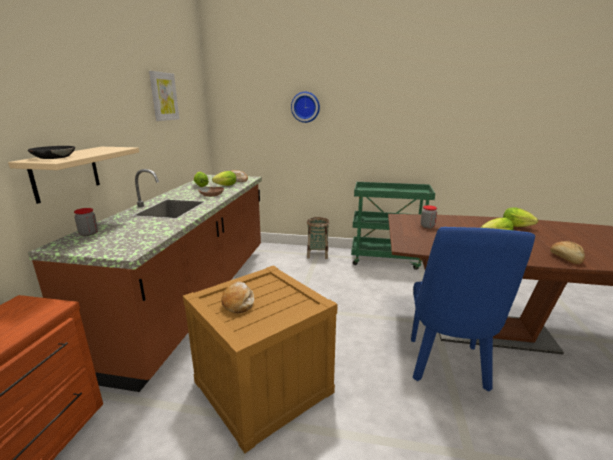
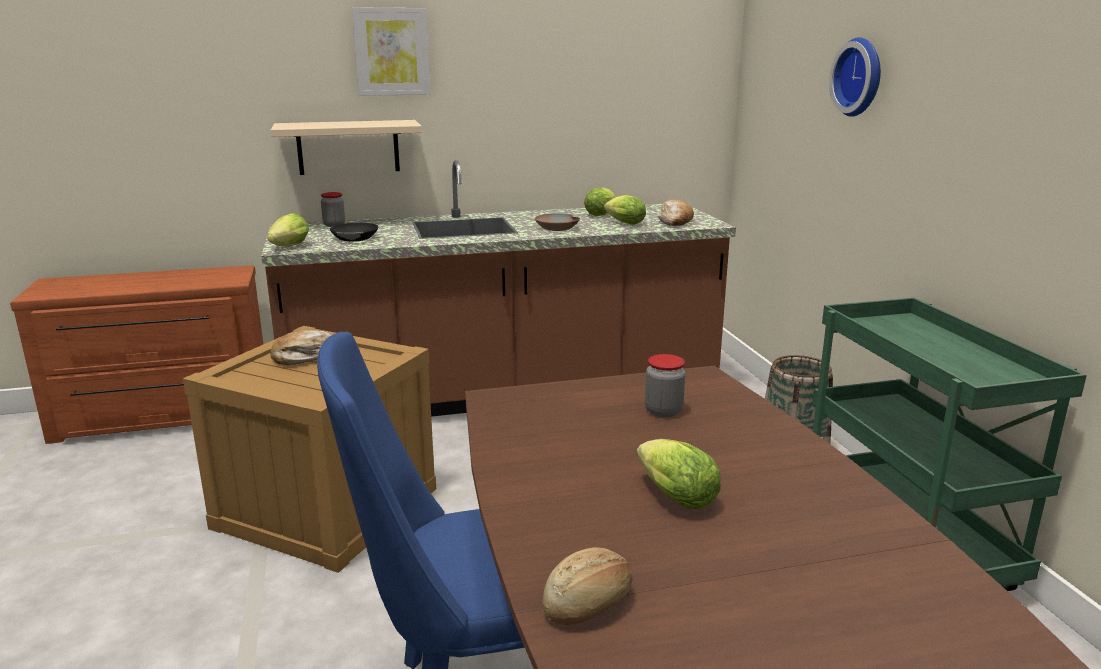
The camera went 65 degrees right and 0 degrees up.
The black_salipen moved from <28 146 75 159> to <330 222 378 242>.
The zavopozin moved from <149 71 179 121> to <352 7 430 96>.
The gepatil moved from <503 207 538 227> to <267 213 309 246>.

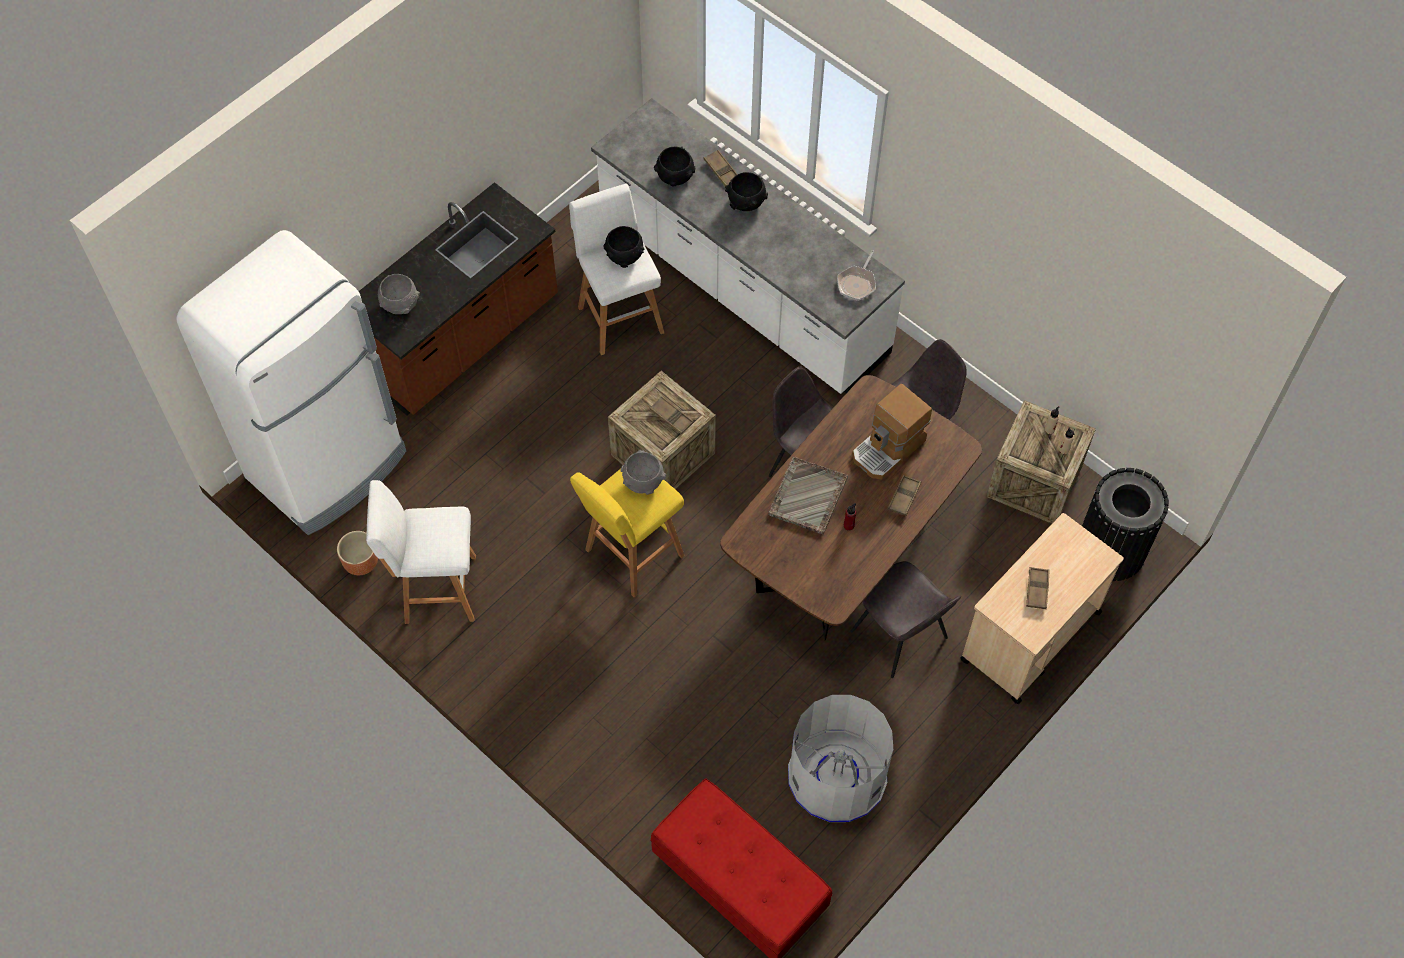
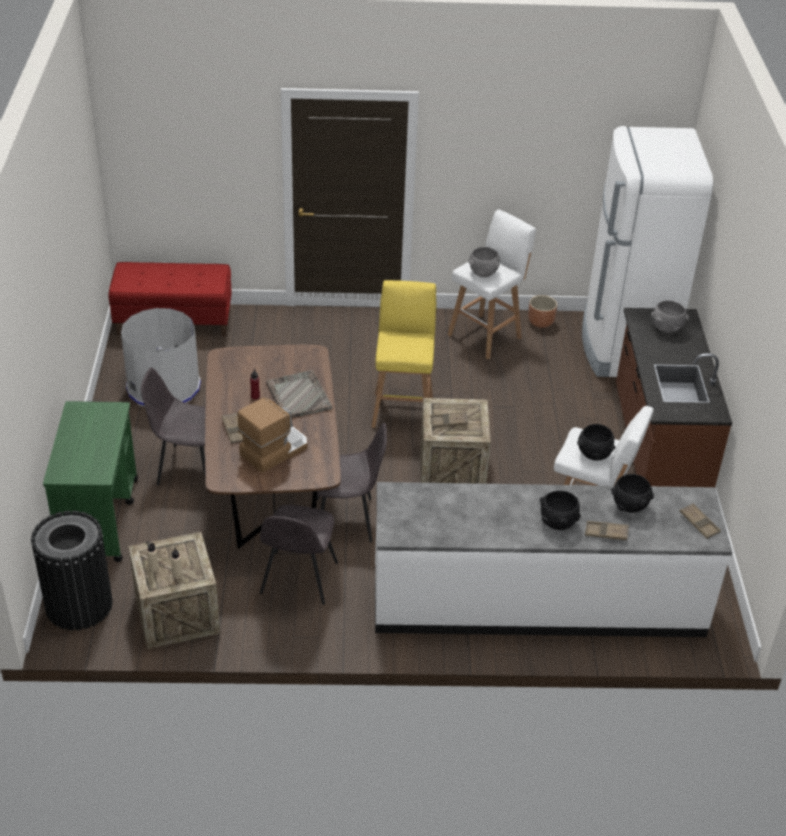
The camera went 135 degrees right and 20 degrees down.
The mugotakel at <837 250 876 301> disappeared.
The grey_salipen moved from <620 450 666 495> to <469 247 500 277>.
The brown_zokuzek moved from <1026 567 1050 609> to <679 503 721 539>.
The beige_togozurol at <960 513 1124 704> became the green_togozurol at <43 401 138 562>.
The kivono at <852 384 932 480> turned 45 degrees clockwise.

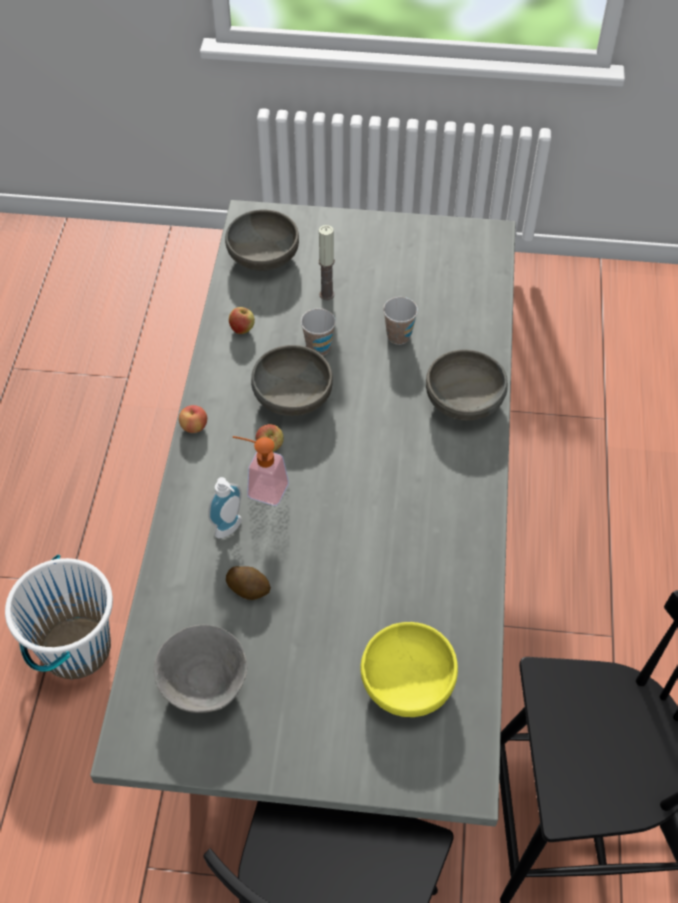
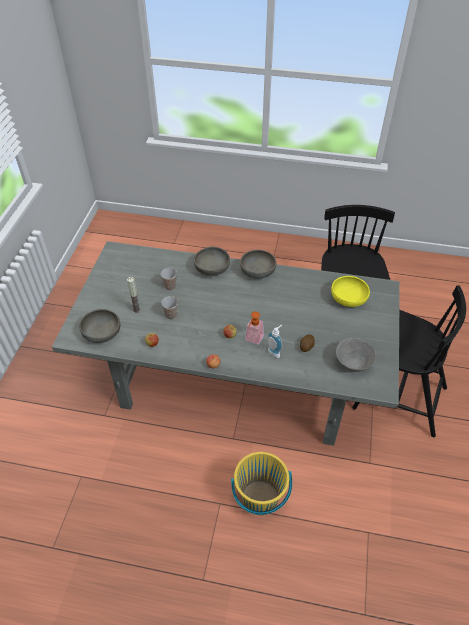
The camera went 85 degrees left and 5 degrees down.
The grey_salipen moved from <251 345 333 416> to <240 250 276 279>.
The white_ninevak at <5 555 113 679> became the yellow_ninevak at <231 452 292 515>.

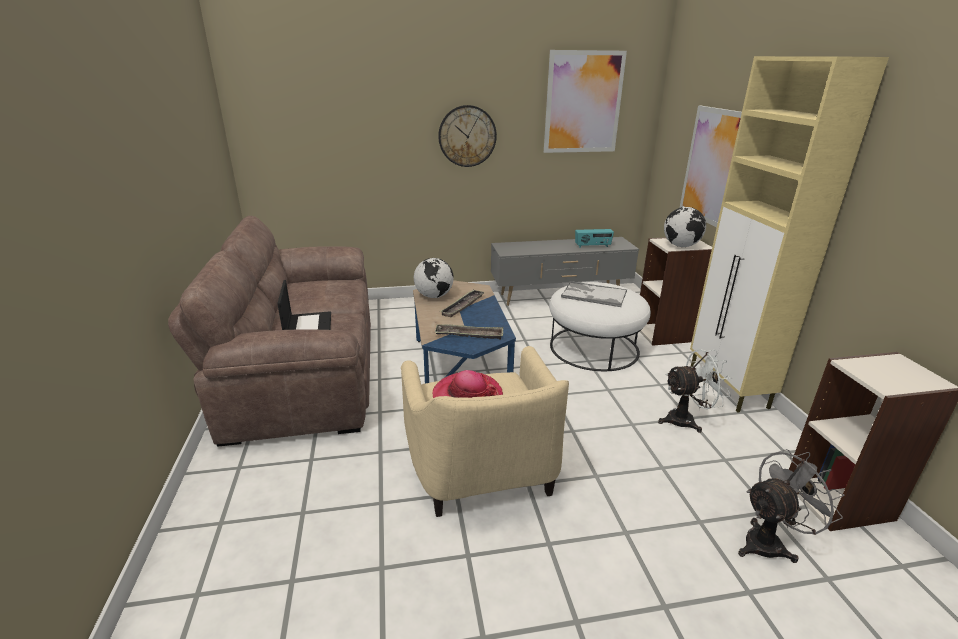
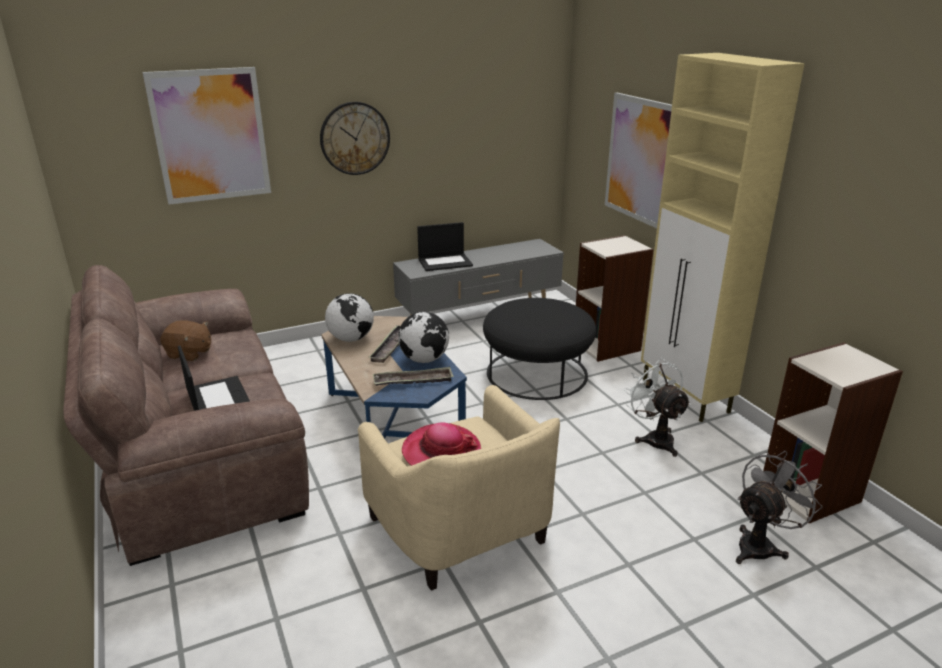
The camera went 15 degrees left and 0 degrees up.
The zokuzek at <561 281 627 307> disappeared.
The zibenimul at <575 229 614 248> disappeared.
The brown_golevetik at <161 320 211 361> appeared.
The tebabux at <417 222 473 271> appeared.
The zavopozin moved from <544 50 627 153> to <142 67 271 205>.
The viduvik moved from <664 207 706 247> to <398 312 449 363>.
The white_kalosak at <549 282 651 371> became the black_kalosak at <483 298 596 400>.
The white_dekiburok at <658 349 732 433> turned 90 degrees counterclockwise.

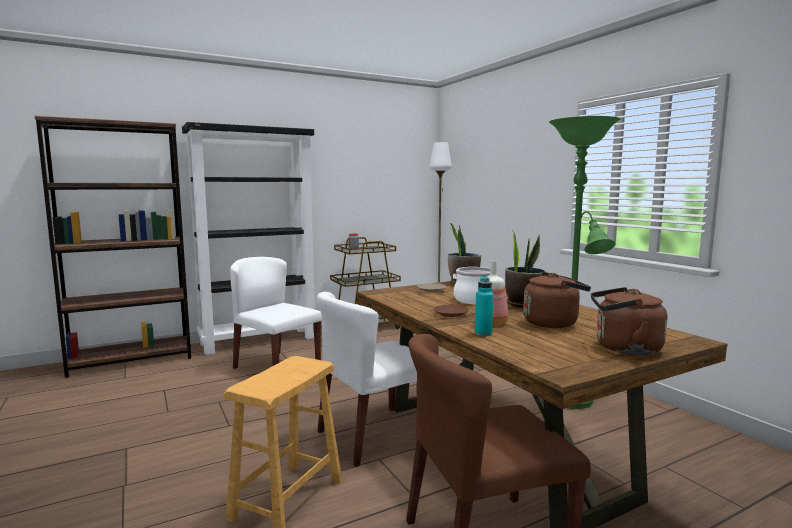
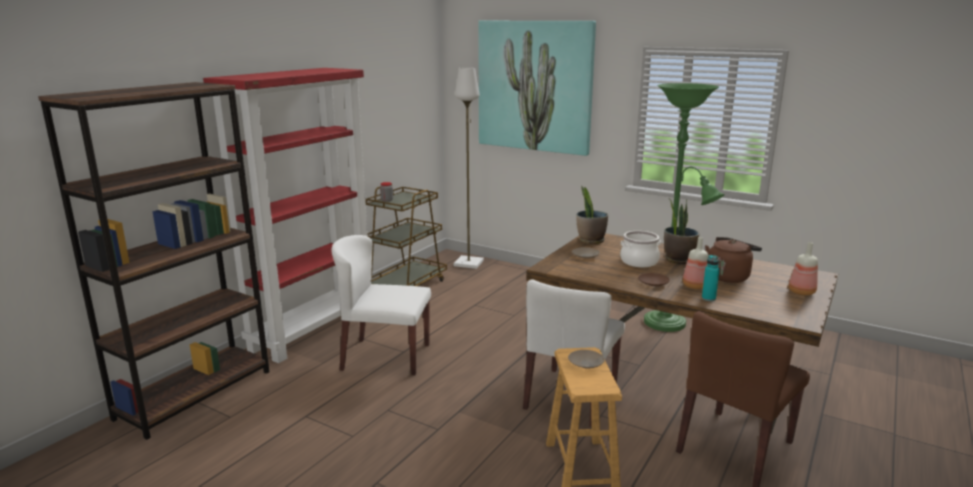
The camera went 30 degrees left and 10 degrees up.
The zavopozin at <478 21 596 156> appeared.
The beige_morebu at <568 350 605 369> appeared.
The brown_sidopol at <591 287 667 355> was replaced by the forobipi at <789 242 818 295>.
The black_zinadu at <182 122 315 355> became the red_zinadu at <203 68 368 363>.

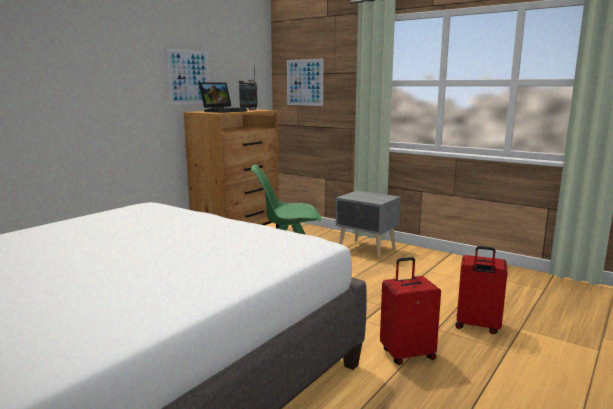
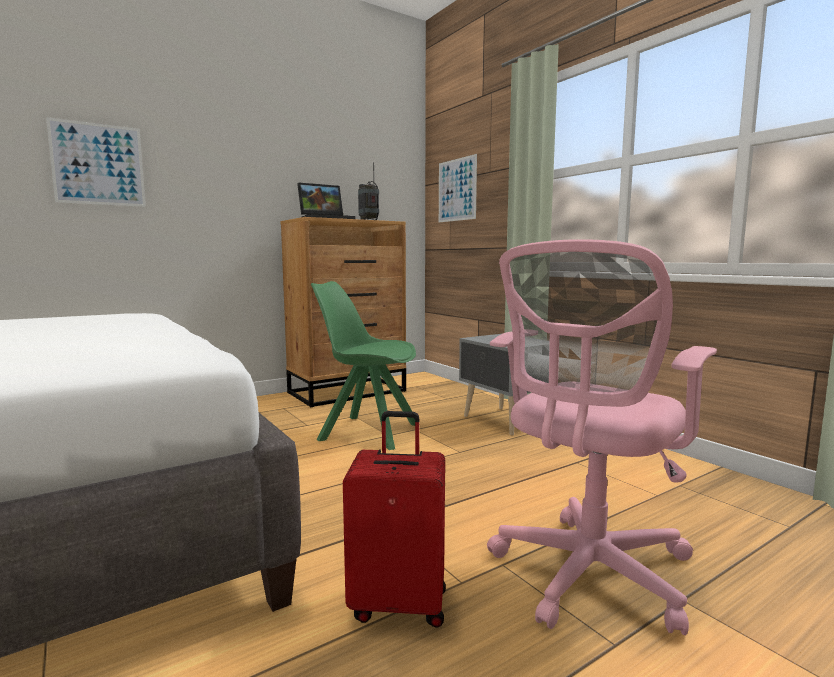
The camera went 20 degrees right and 5 degrees down.
The zavopozin moved from <166 49 209 104> to <46 117 146 207>.
The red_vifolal at <455 246 507 334> was replaced by the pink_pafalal at <487 239 717 635>.

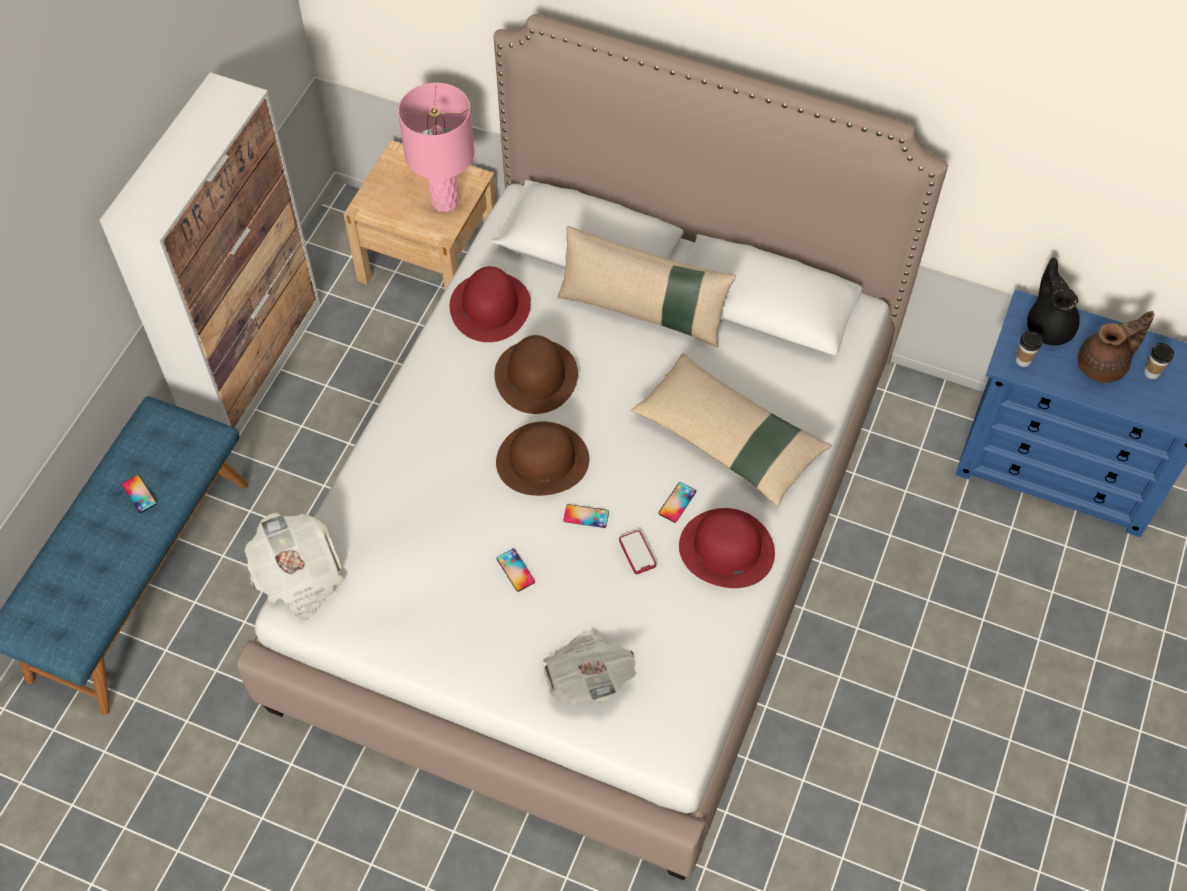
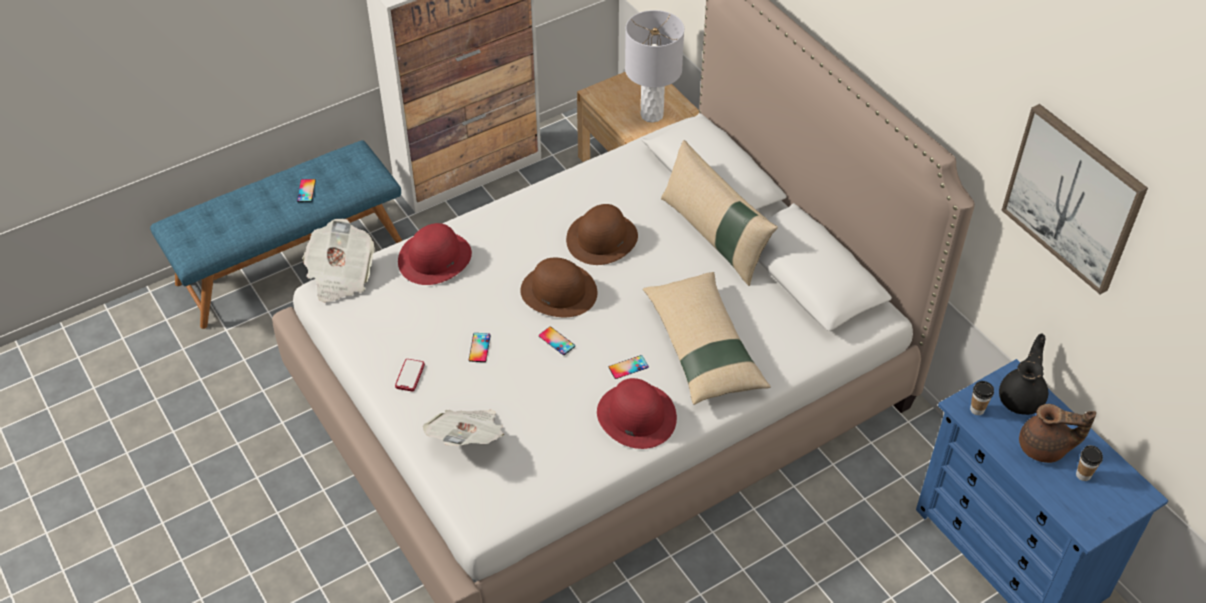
The camera went 35 degrees right and 10 degrees down.
The zavopozin at <1001 104 1148 294> appeared.
The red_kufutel moved from <450 266 531 342> to <398 223 472 285>.
The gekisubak moved from <619 530 656 574> to <395 359 425 392>.
The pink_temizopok at <398 83 474 212> became the grey_temizopok at <625 10 684 123>.

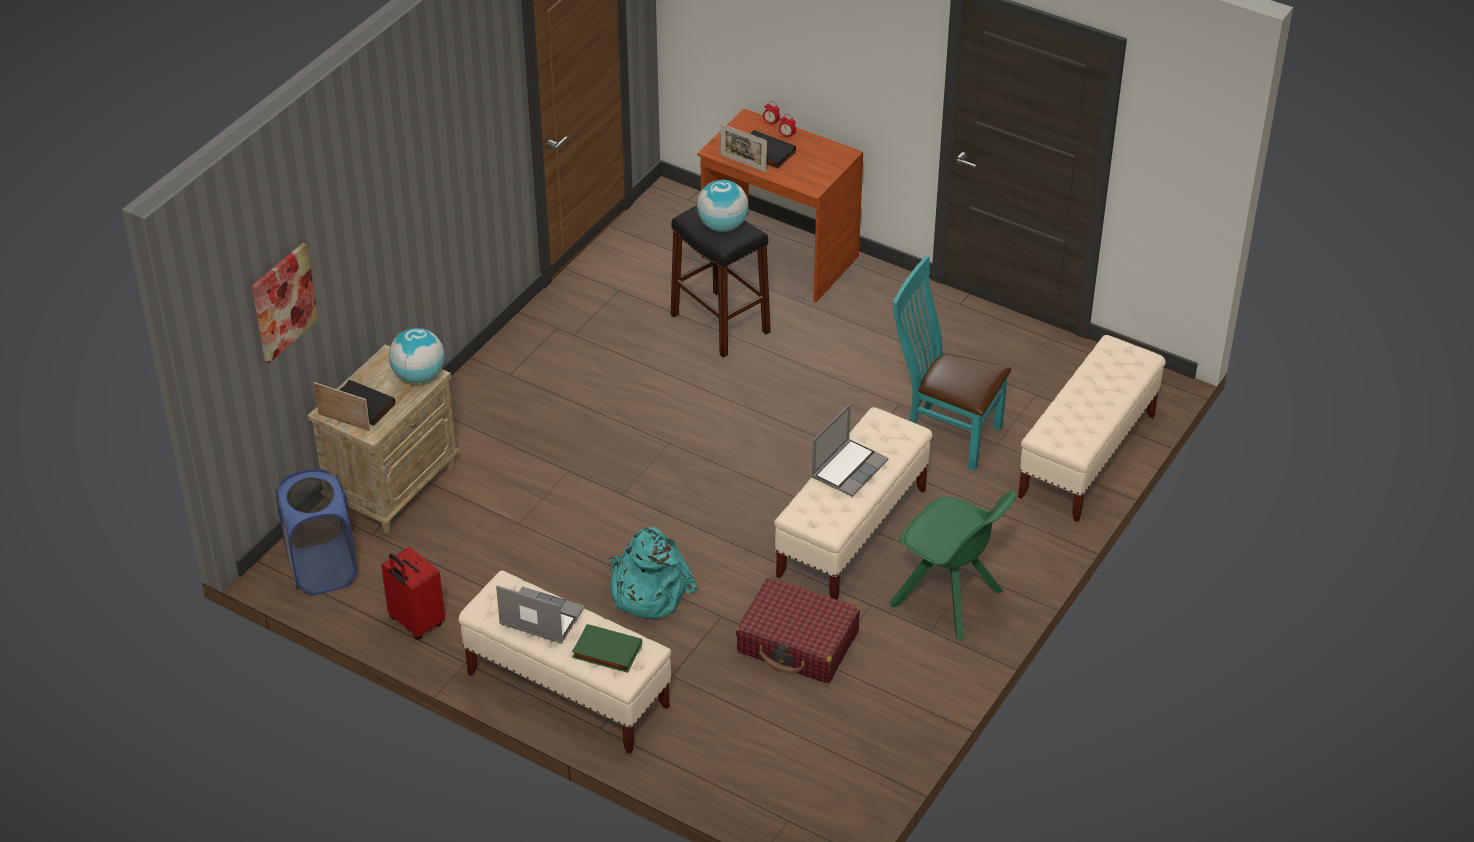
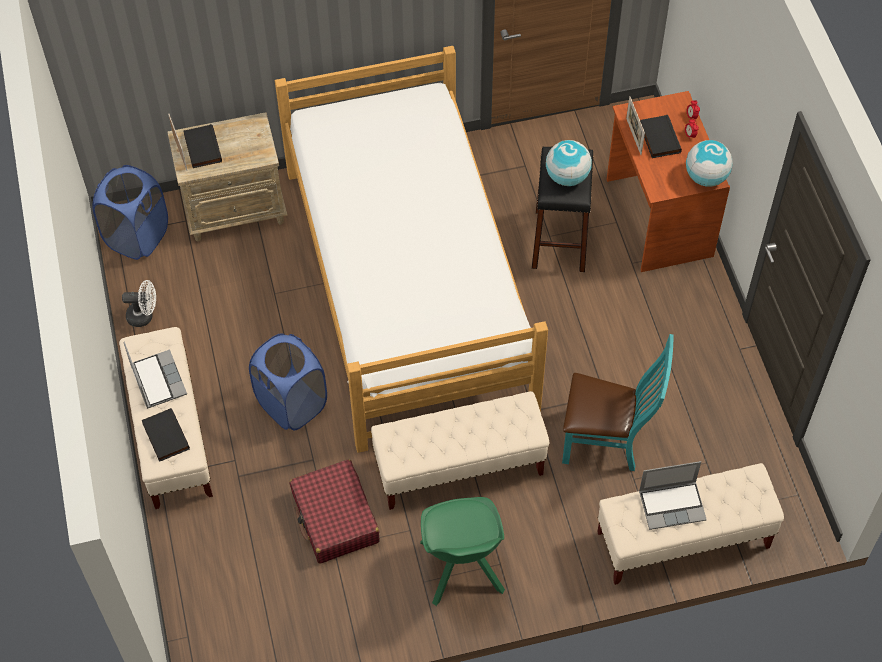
The camera went 45 degrees right and 15 degrees up.
The zavopozin at <252 243 319 363> disappeared.
The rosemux at <275 46 548 453> appeared.
The viduvik moved from <389 328 445 384> to <686 140 733 187>.
The tebabux moved from <811 404 889 497> to <639 461 707 530>.
The red_vifolal at <381 547 445 640> was replaced by the white_dekiburok at <122 280 156 327>.
The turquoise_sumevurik at <609 527 697 619> was replaced by the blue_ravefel at <249 333 327 430>.
The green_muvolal at <572 624 642 673> became the black_muvolal at <142 408 190 462>.
The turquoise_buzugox at <893 256 1011 471> turned 120 degrees clockwise.

